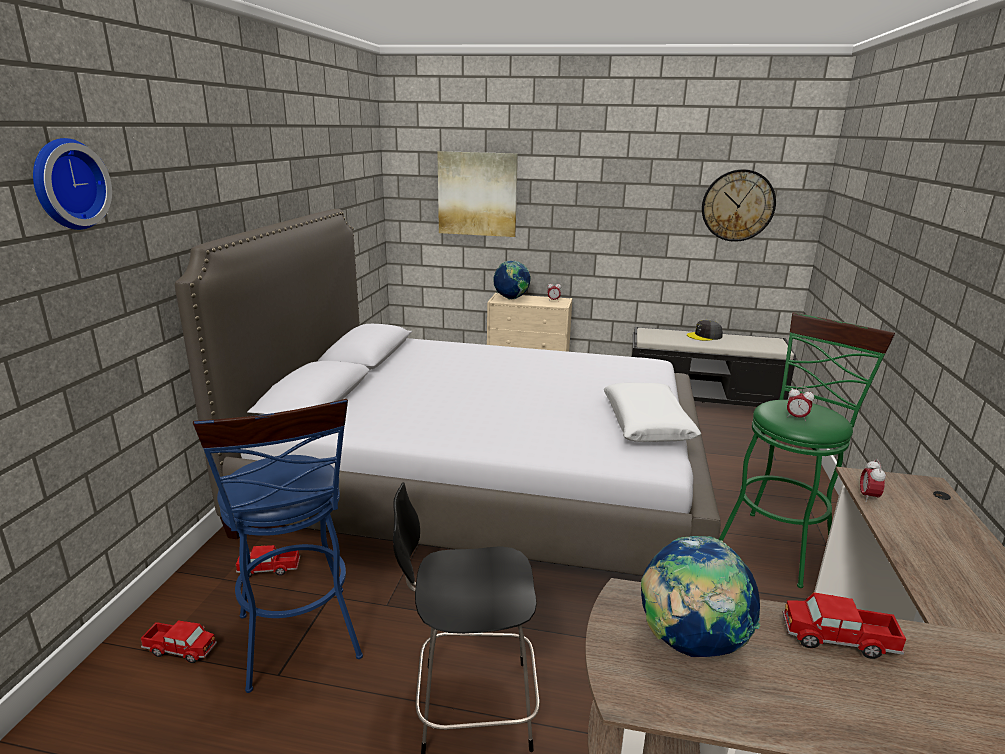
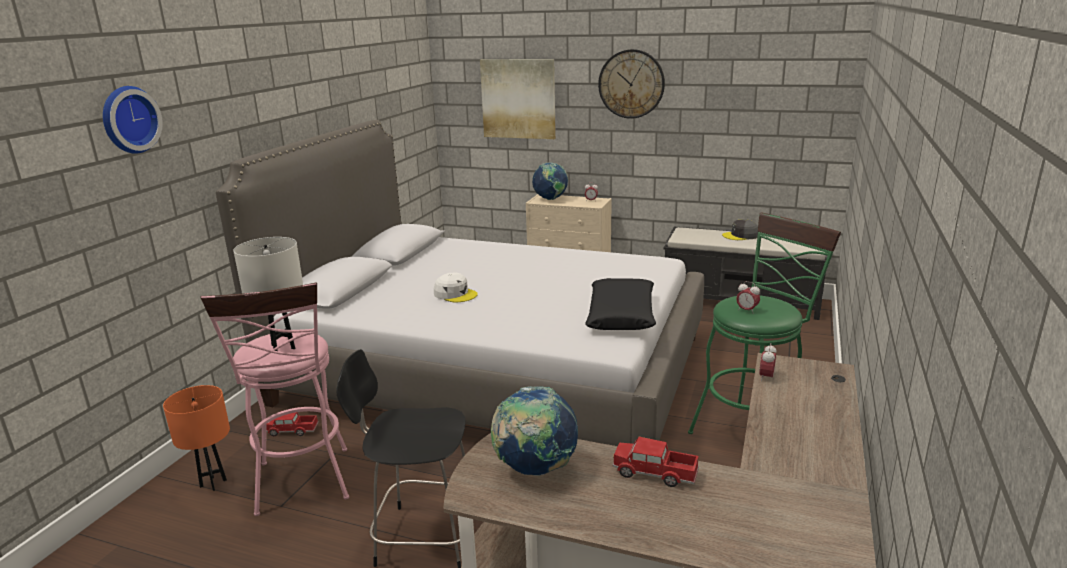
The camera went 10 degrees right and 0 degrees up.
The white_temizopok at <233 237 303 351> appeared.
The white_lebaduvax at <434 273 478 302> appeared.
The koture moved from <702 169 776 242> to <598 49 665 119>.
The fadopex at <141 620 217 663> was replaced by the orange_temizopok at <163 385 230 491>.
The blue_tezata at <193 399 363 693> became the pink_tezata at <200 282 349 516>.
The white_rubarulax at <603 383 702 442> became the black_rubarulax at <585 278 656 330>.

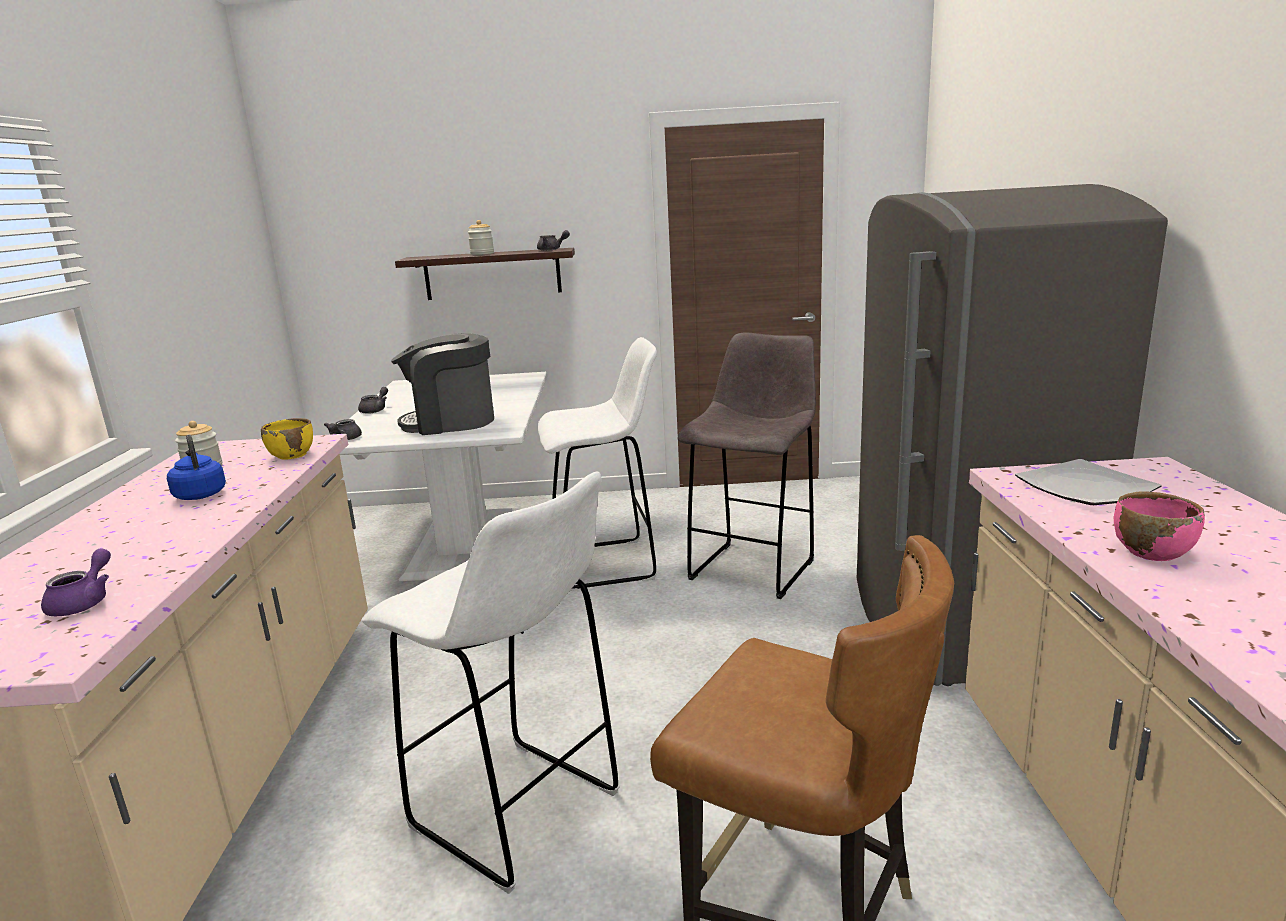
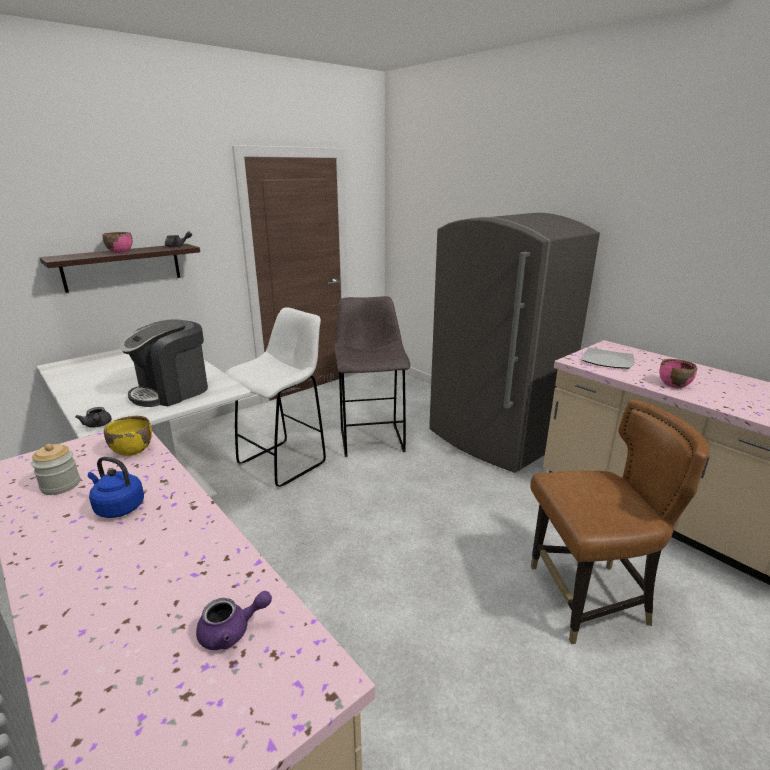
The camera went 40 degrees left and 5 degrees up.
The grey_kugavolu at <358 387 388 414> disappeared.
The white_tezata at <362 472 620 894> disappeared.
The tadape at <468 220 494 255> was replaced by the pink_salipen at <102 232 132 253>.
The purple_kugavolu at <41 548 111 616> turned 105 degrees clockwise.

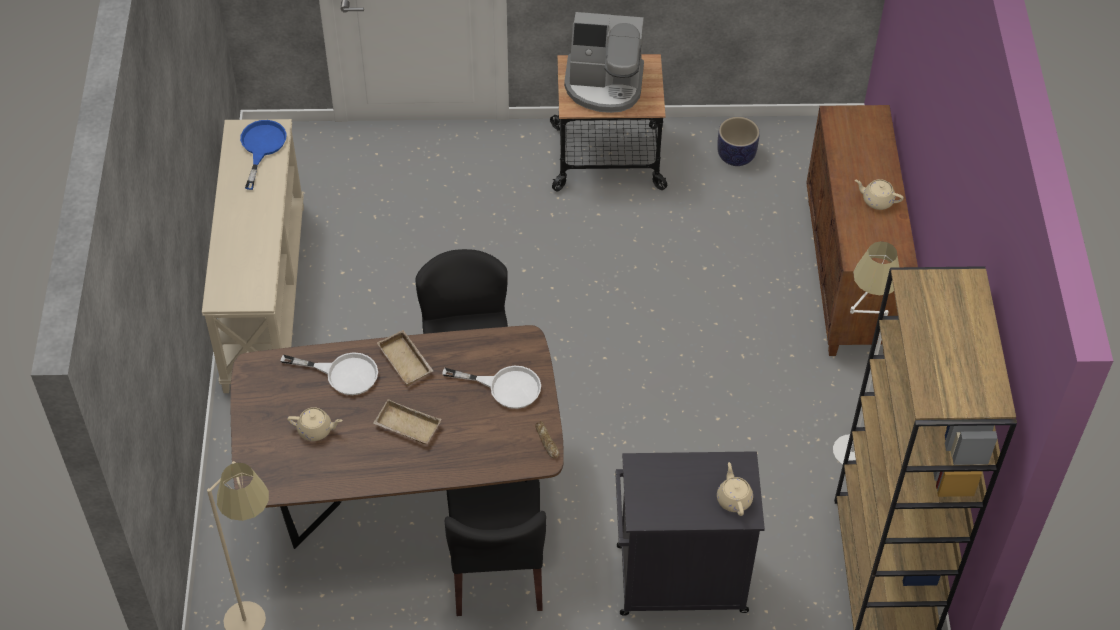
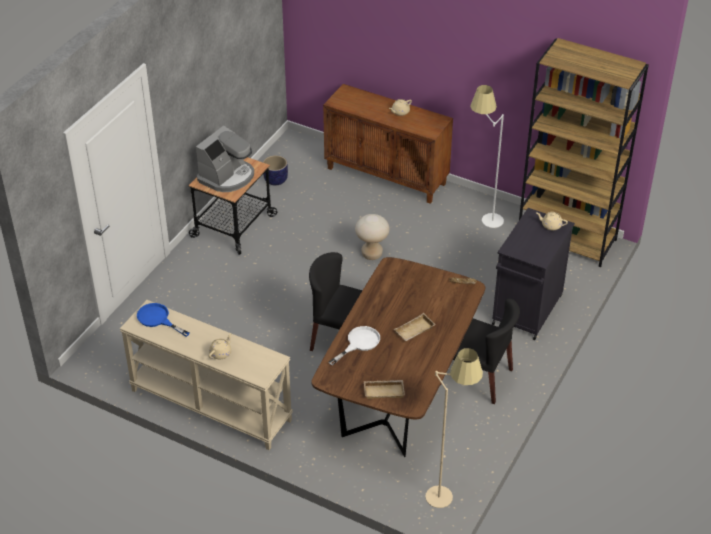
The camera went 60 degrees left and 10 degrees down.
The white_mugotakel at <442 366 541 409> disappeared.
The beige_tezata at <355 214 390 260> appeared.
The beige_kugavolu moved from <287 407 343 441> to <209 333 232 359>.
The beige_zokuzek moved from <377 330 433 386> to <364 380 405 399>.

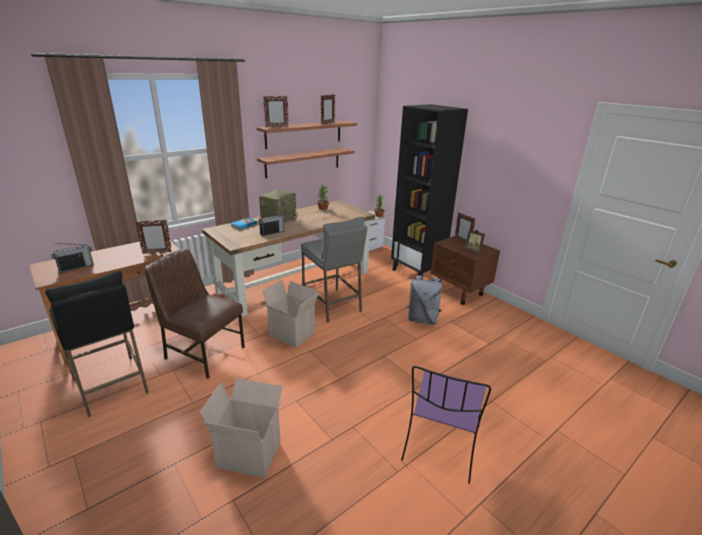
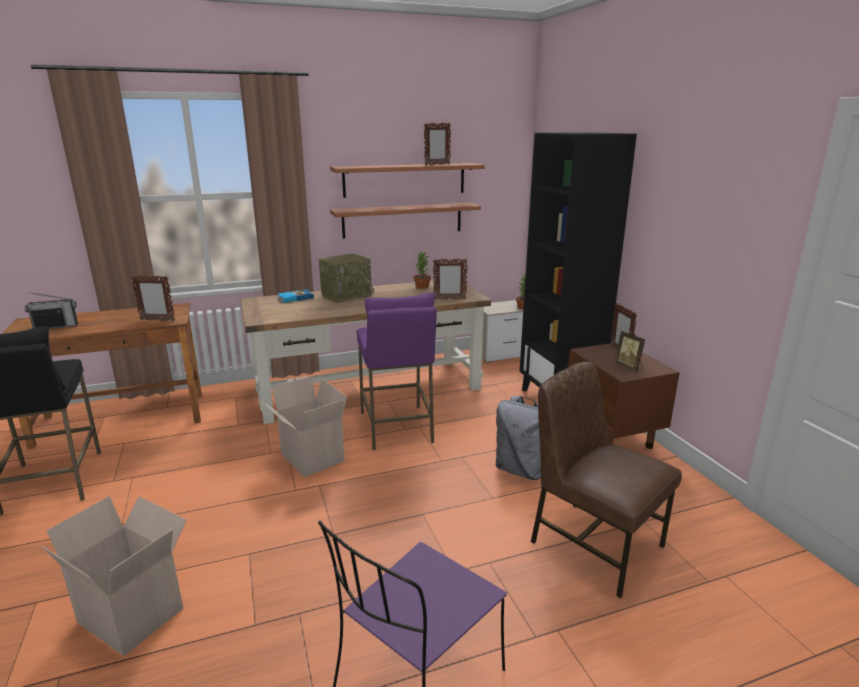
The camera went 20 degrees right and 5 degrees down.
The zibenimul at <258 212 285 236> disappeared.
The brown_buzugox moved from <145 249 245 379> to <531 362 682 598>.
The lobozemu moved from <263 96 288 128> to <433 259 468 300>.
The grey_tezata at <301 217 368 322> became the purple_tezata at <357 293 437 450>.

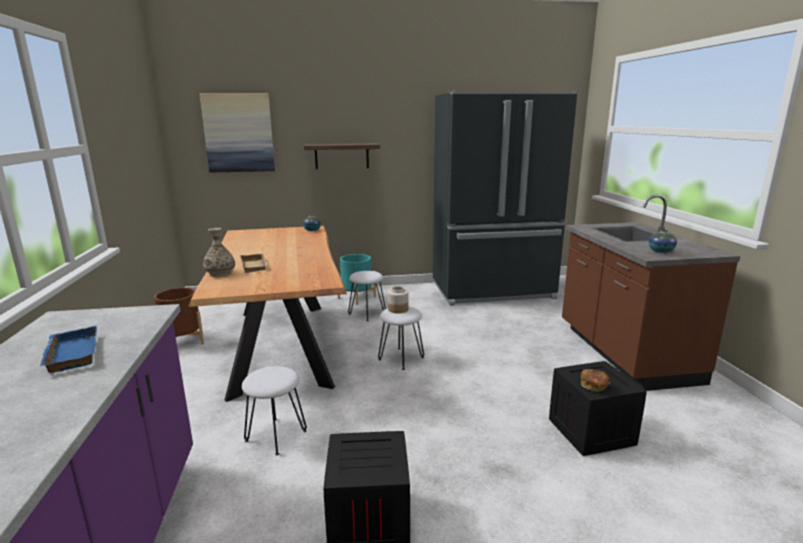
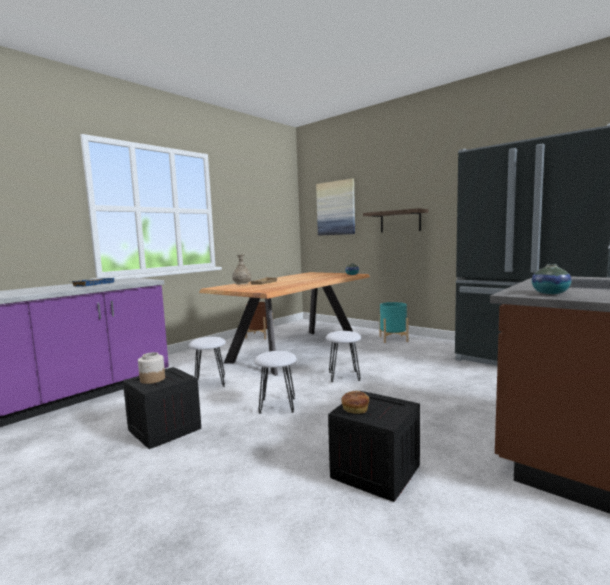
The camera went 50 degrees right and 10 degrees down.
The white_tezata moved from <348 271 386 321> to <254 351 297 414>.
The tadape moved from <388 286 409 313> to <138 352 165 384>.

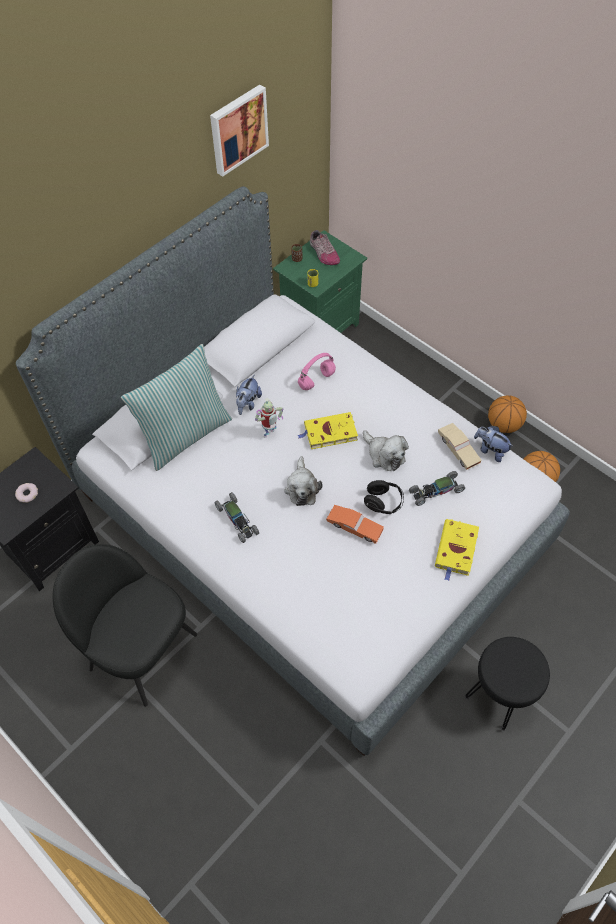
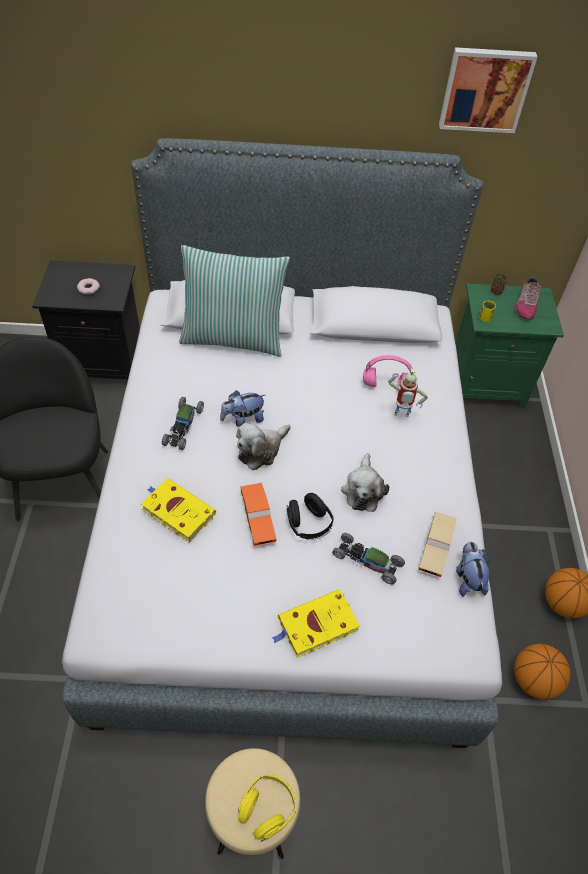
The camera went 45 degrees right and 5 degrees down.
The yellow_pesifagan at <238 775 296 842> appeared.
The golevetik moved from <236 375 262 415> to <220 391 265 427>.
The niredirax moved from <255 397 284 438> to <388 369 428 417>.
The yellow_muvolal moved from <297 412 358 449> to <141 478 216 542>.
The black_tezata at <465 637 550 731> became the beige_tezata at <205 748 300 860>.

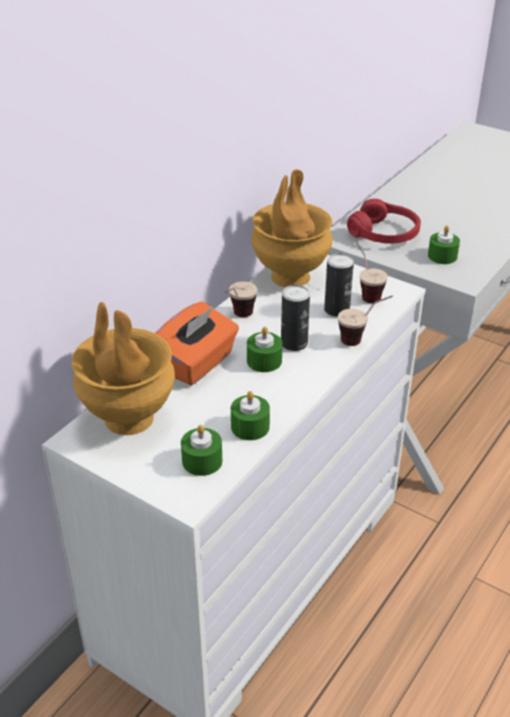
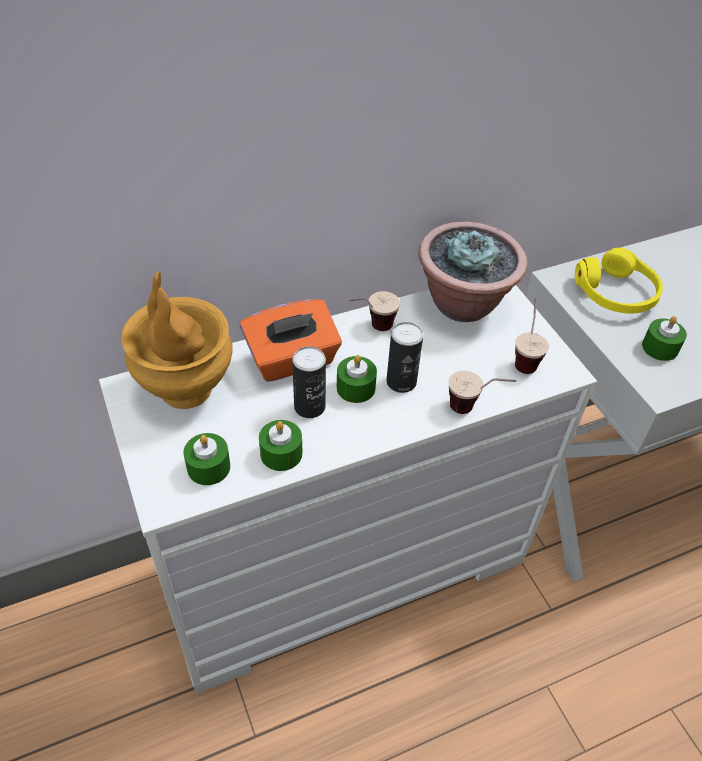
The camera went 30 degrees right and 10 degrees up.
The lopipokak moved from <324 253 354 317> to <292 346 326 418>.
The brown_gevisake at <251 169 333 287> was replaced by the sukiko at <419 221 527 322>.
The red_pesifagan at <347 199 421 244> became the yellow_pesifagan at <575 248 663 314>.

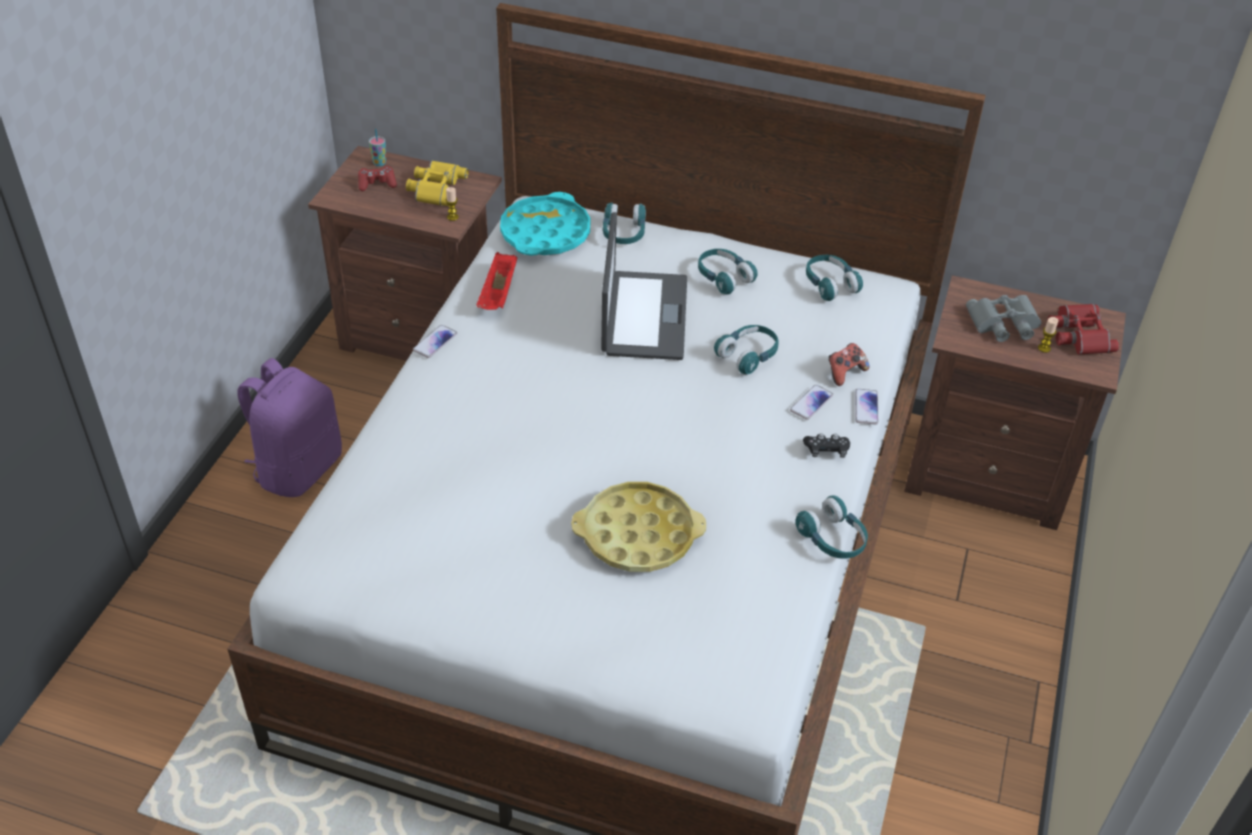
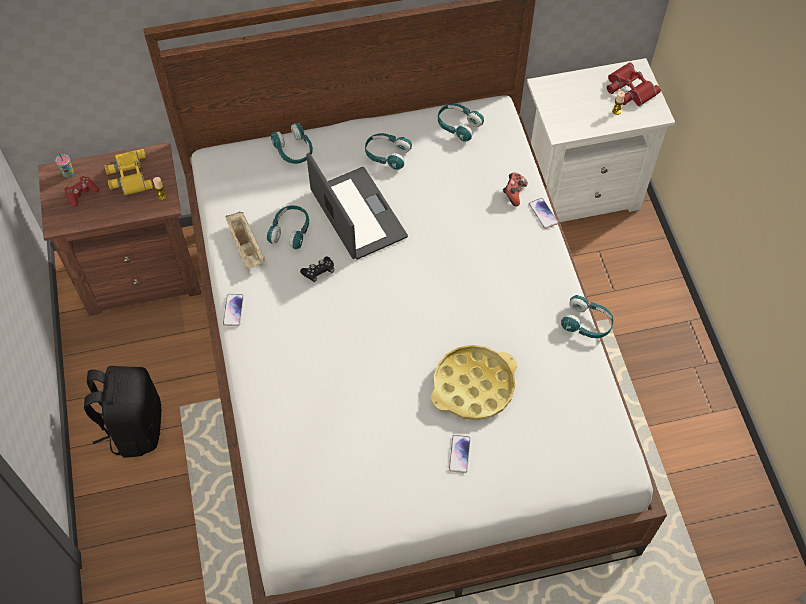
The camera went 30 degrees left and 15 degrees up.
The turquoise_zokuzek at <500 192 590 256> disappeared.
The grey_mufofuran at <966 295 1041 342> disappeared.
The turquoise_pesifagan moved from <714 325 779 374> to <267 205 309 249>.
The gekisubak moved from <790 385 833 420> to <449 435 471 473>.
The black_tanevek moved from <803 433 850 458> to <300 257 334 283>.
The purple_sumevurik at <237 358 342 497> became the black_sumevurik at <84 366 162 458>.
The red_zokuzek at <476 252 518 310> became the beige_zokuzek at <225 211 265 269>.
The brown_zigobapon at <904 275 1126 530> became the white_zigobapon at <527 58 675 222>.

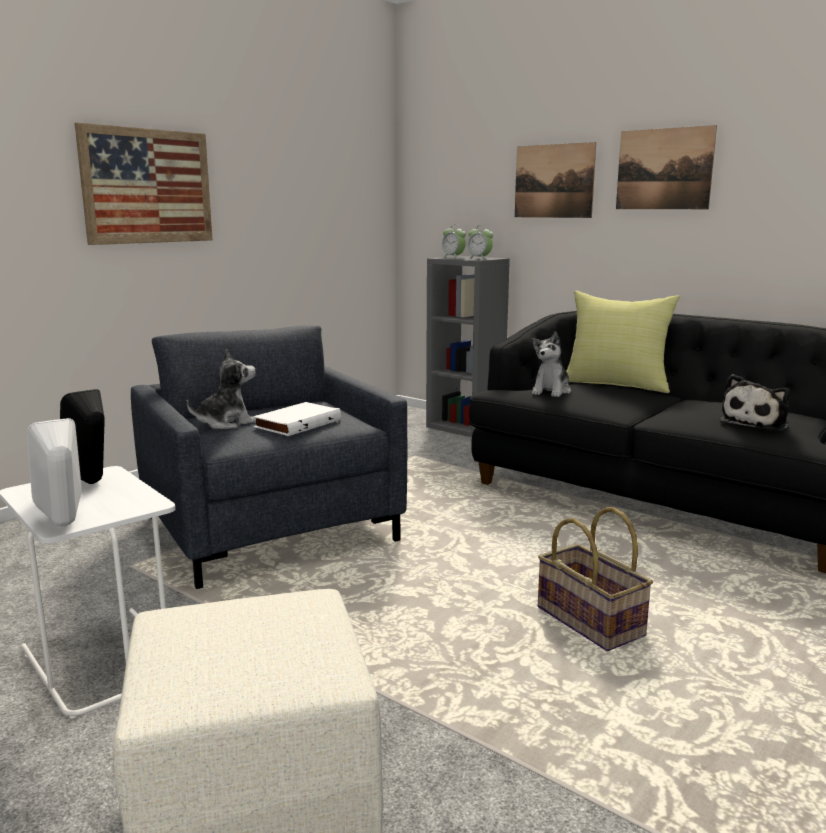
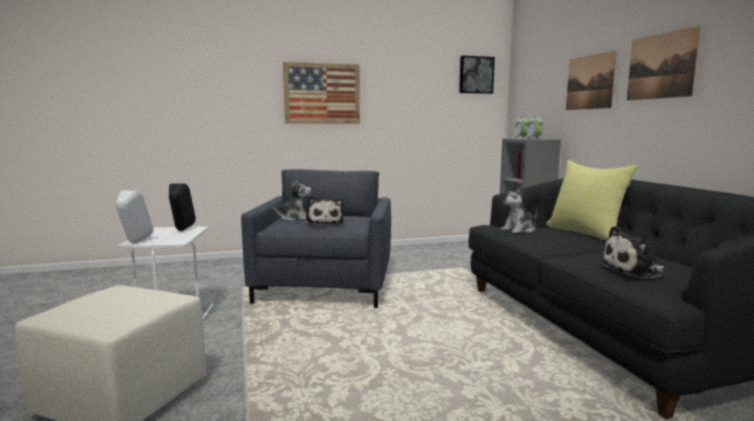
The camera went 35 degrees right and 5 degrees down.
The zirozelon at <538 507 653 651> disappeared.
The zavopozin at <459 56 495 94> appeared.
The white_muvolal at <253 402 341 436> was replaced by the golevetik at <306 196 344 226>.

